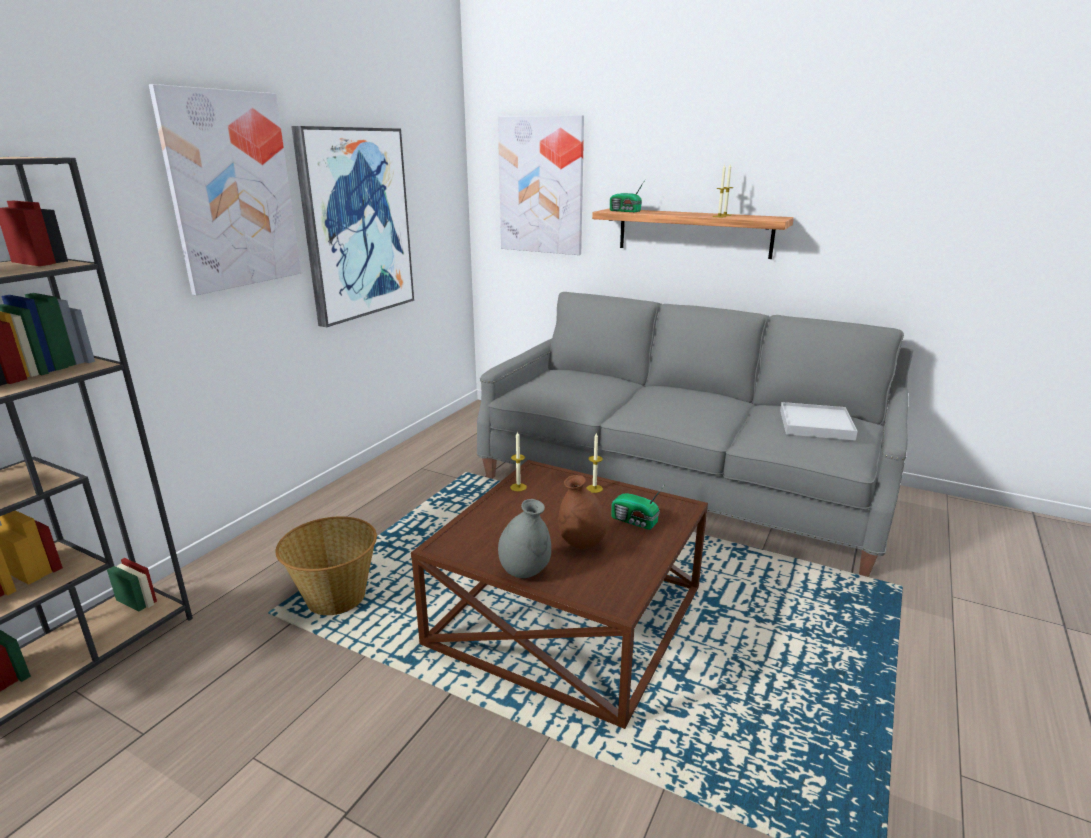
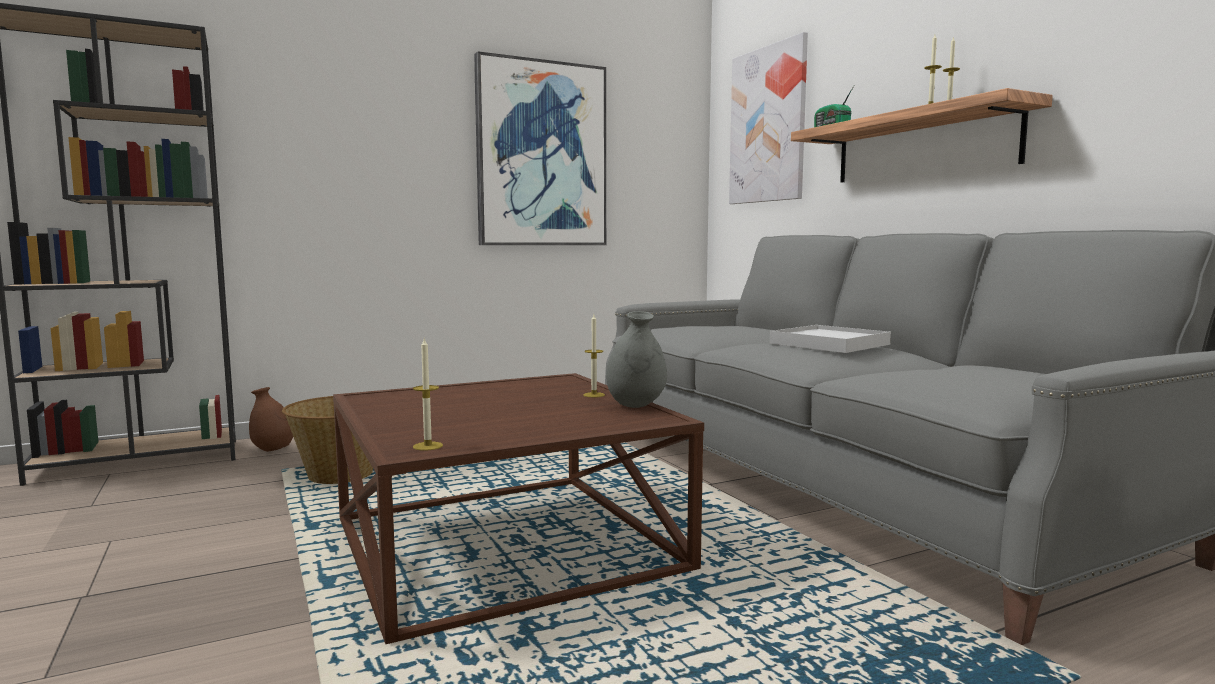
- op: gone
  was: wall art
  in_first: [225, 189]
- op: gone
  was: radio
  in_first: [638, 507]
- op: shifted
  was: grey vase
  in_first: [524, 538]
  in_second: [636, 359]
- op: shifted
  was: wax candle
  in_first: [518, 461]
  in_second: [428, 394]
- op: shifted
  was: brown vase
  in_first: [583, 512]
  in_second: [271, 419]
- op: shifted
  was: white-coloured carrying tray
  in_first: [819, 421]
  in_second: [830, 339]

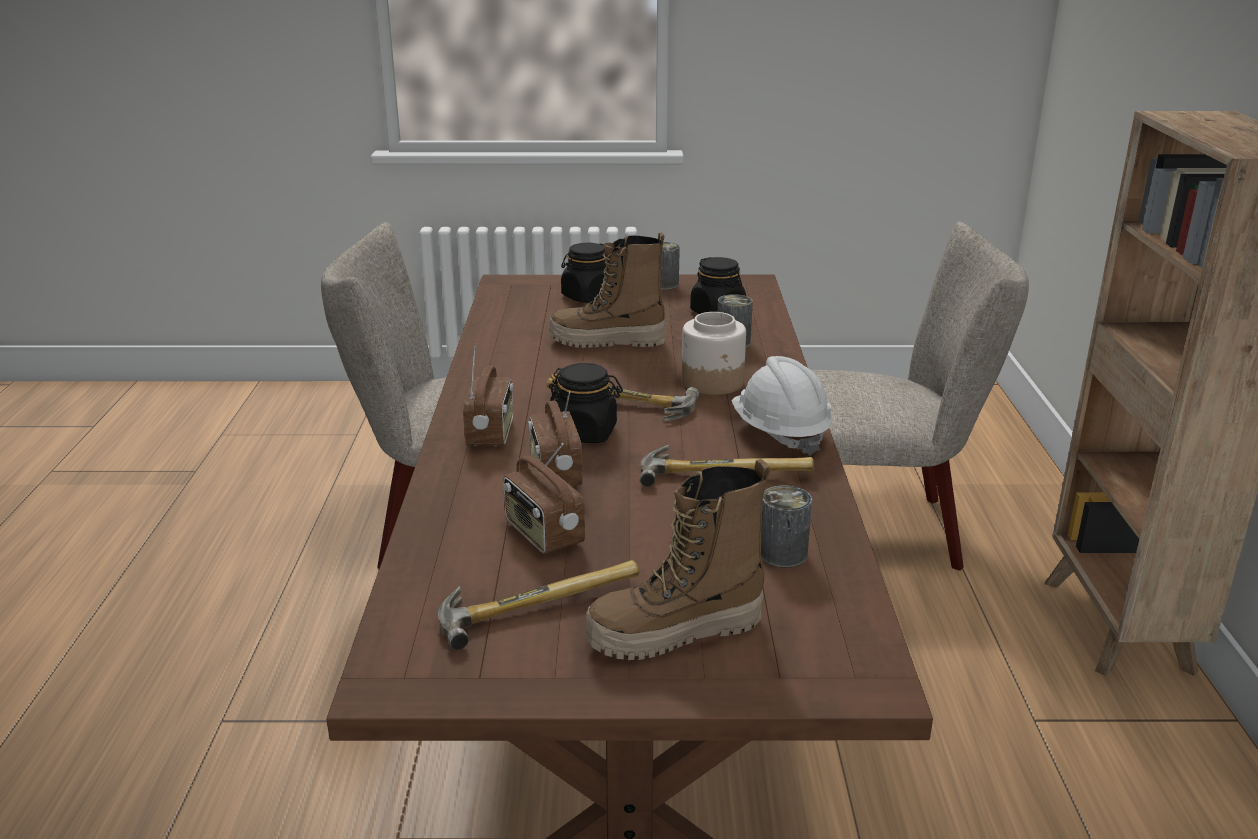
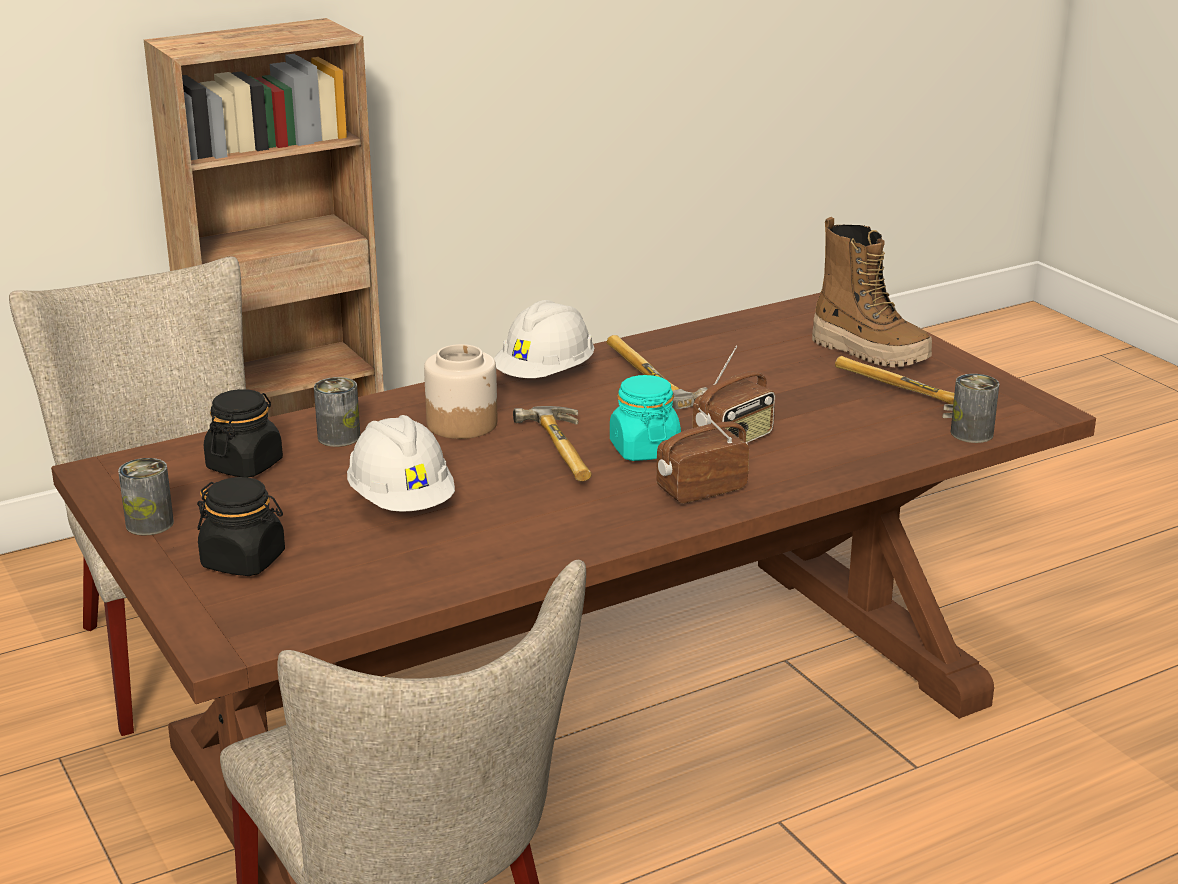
- op: gone
  was: radio
  in_first: [544, 498]
- op: shifted
  was: sealed can
  in_first: [786, 526]
  in_second: [975, 408]
- op: swapped
  was: high-top boot
  now: white-coloured safety helmet
  in_first: [607, 290]
  in_second: [401, 463]
- op: repainted
  was: black-coloured jar
  now: blue-green jar
  in_first: [586, 403]
  in_second: [645, 418]

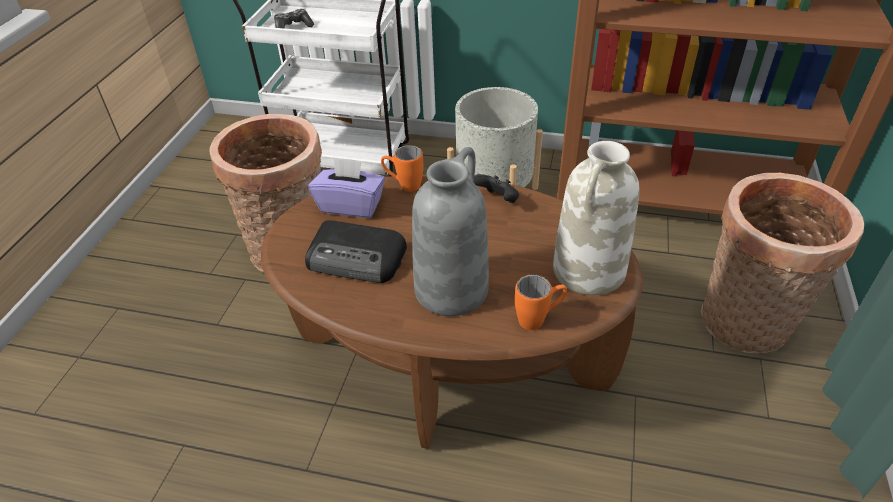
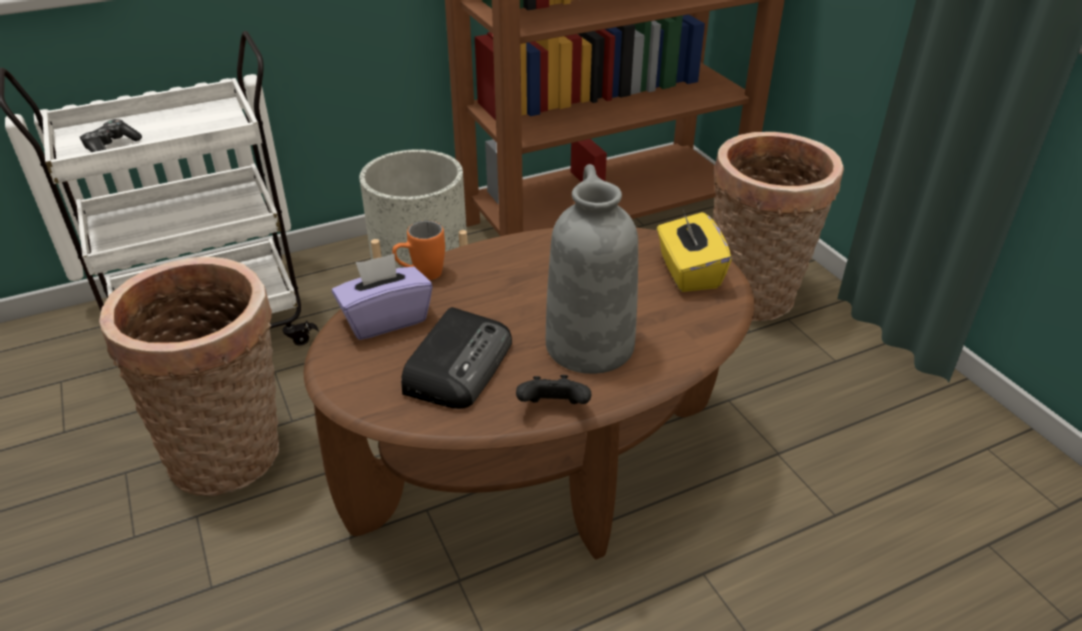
- op: gone
  was: orange-coloured mug
  in_first: [541, 302]
- op: shifted
  was: black-coloured joypad
  in_first: [496, 188]
  in_second: [553, 389]
- op: swapped
  was: white-coloured vase
  now: yellow tissue holder
  in_first: [596, 218]
  in_second: [694, 251]
- op: rotated
  was: radio
  in_first: [356, 251]
  in_second: [456, 358]
  clockwise: -45

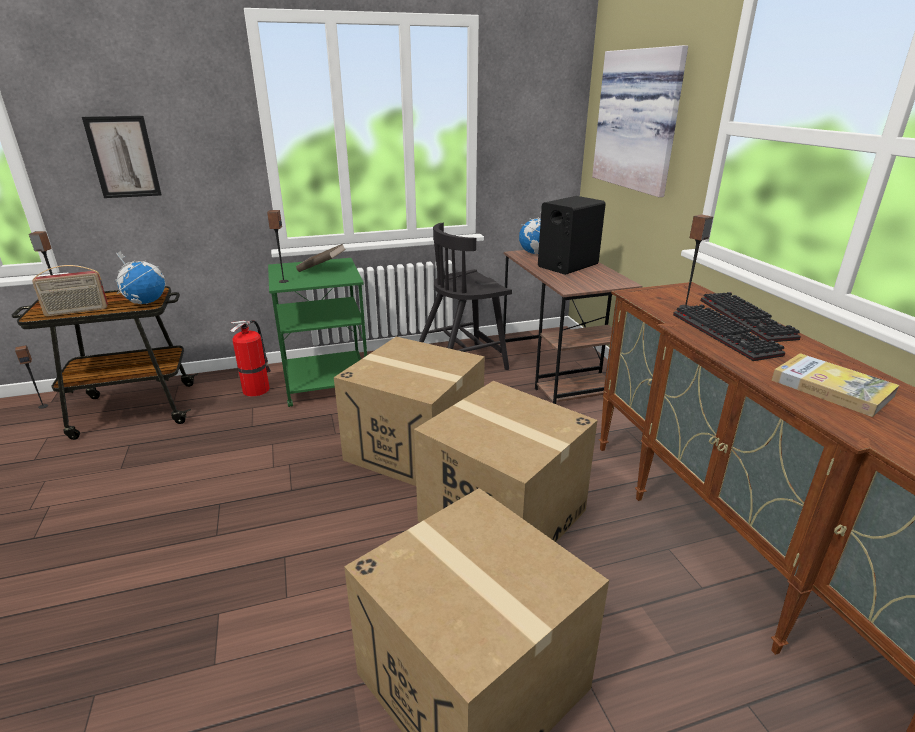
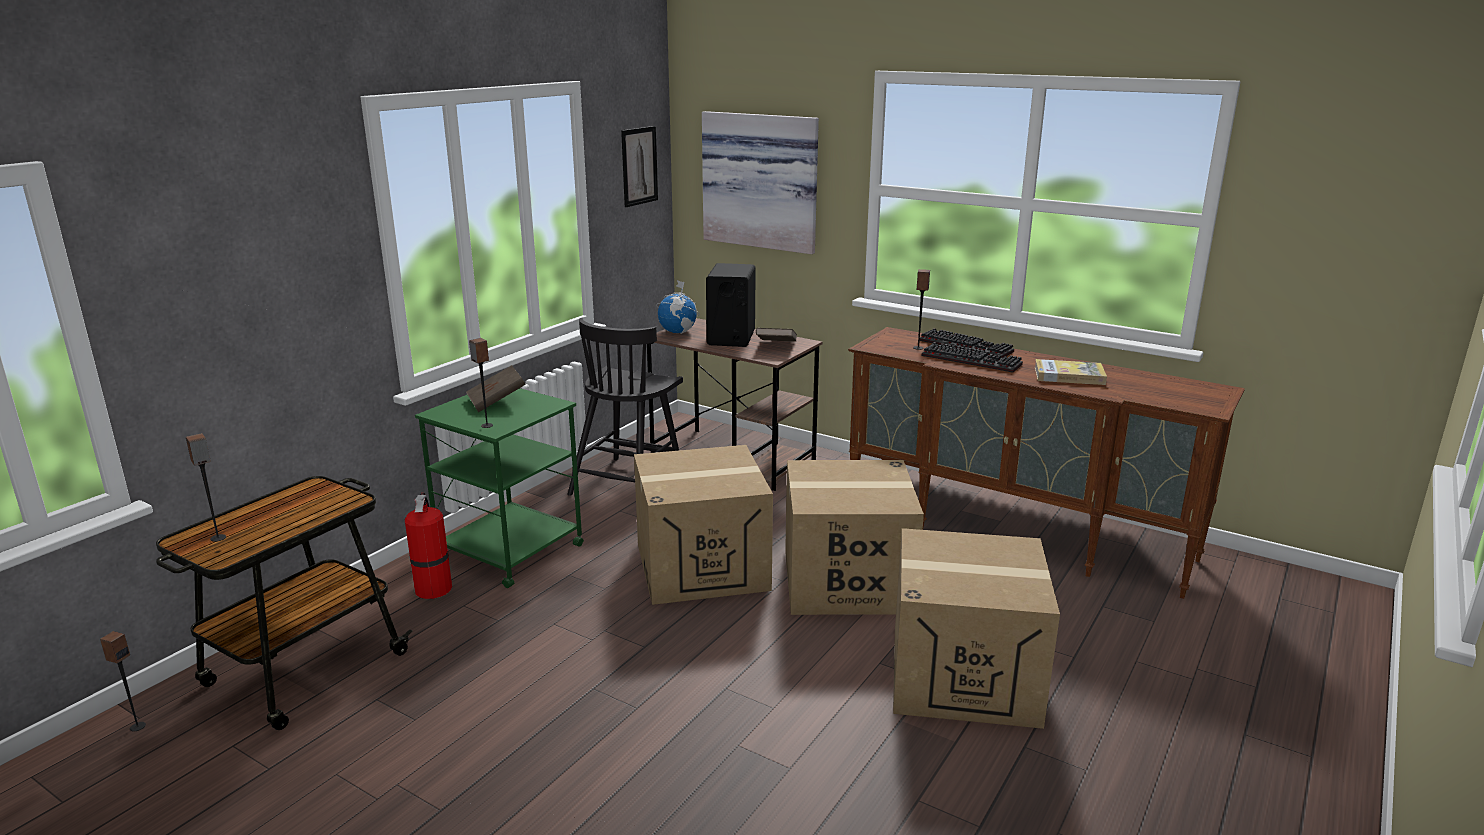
- op: gone
  was: radio
  in_first: [70, 290]
- op: gone
  was: globe
  in_first: [140, 277]
- op: new
  now: brown book
  in_second: [776, 335]
- op: shifted
  was: wall art
  in_first: [122, 157]
  in_second: [639, 166]

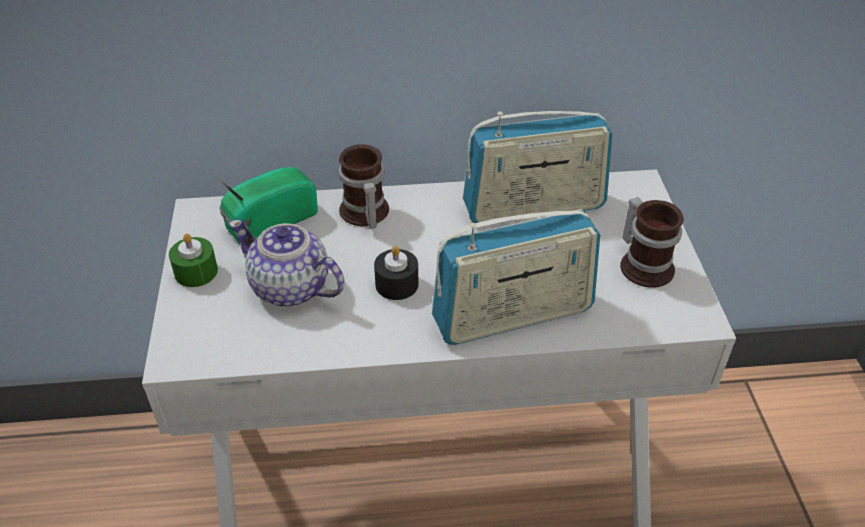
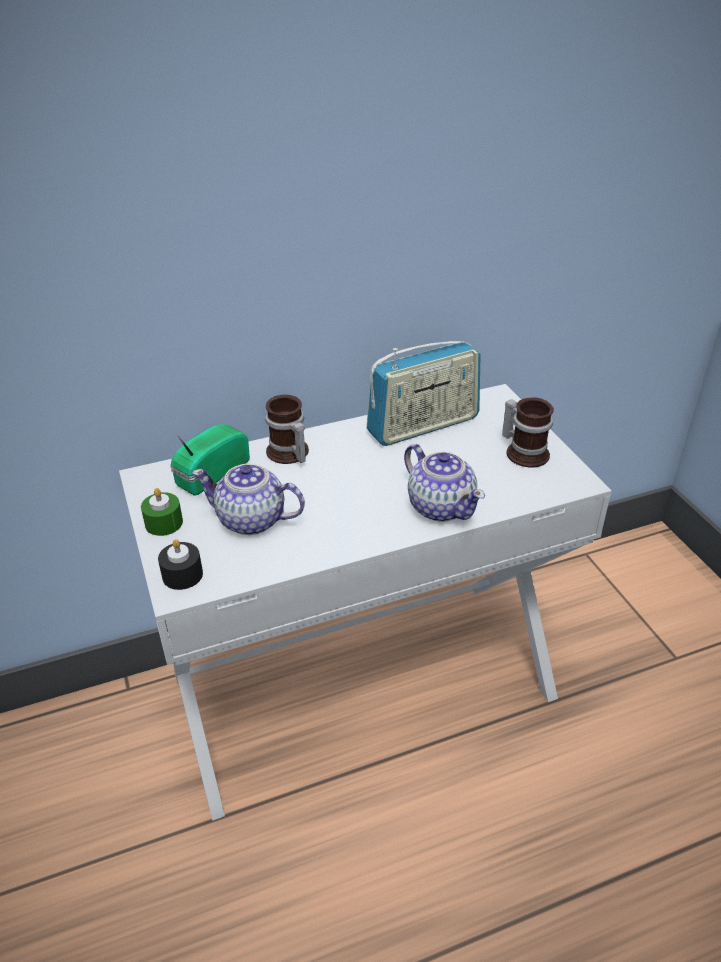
- op: shifted
  was: black-coloured wax candle
  in_first: [396, 273]
  in_second: [180, 564]
- op: swapped
  was: radio
  now: tea pot
  in_first: [516, 277]
  in_second: [444, 483]

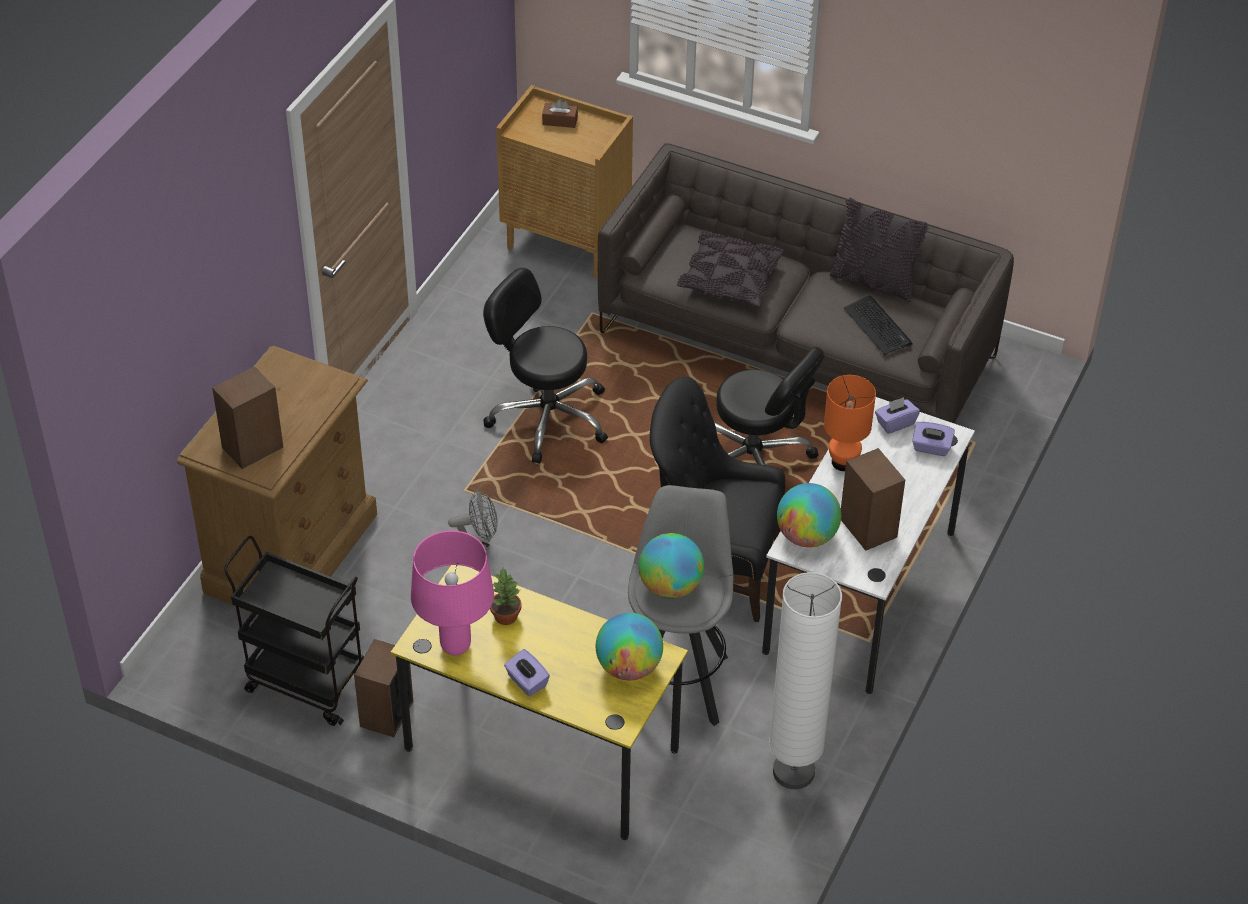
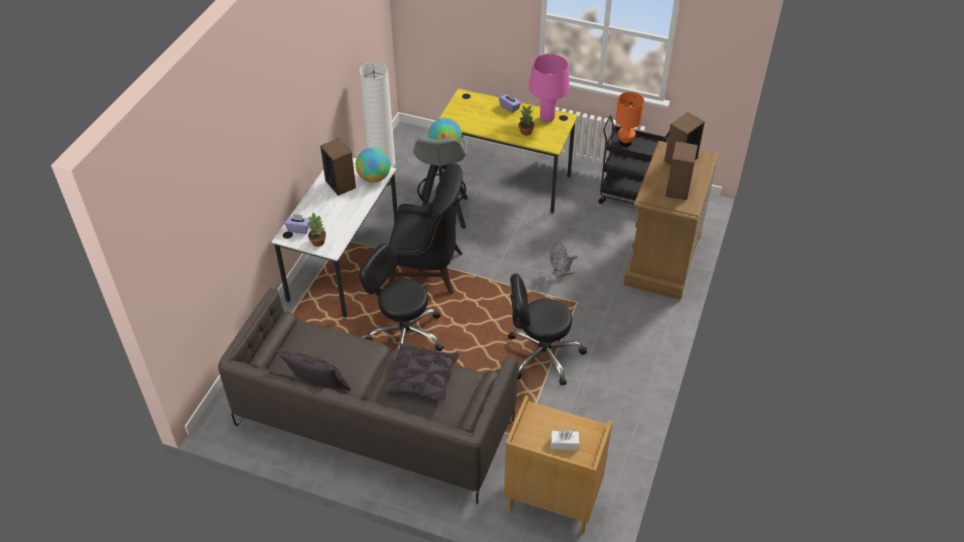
- op: gone
  was: globe
  in_first: [629, 646]
- op: gone
  was: keyboard
  in_first: [878, 325]
- op: shifted
  was: speaker
  in_first: [383, 688]
  in_second: [682, 170]
- op: shifted
  was: orange-coloured lamp for a table
  in_first: [850, 423]
  in_second: [630, 119]
- op: swapped
  was: purplish tissue holder
  now: plant in a pot
  in_first: [897, 415]
  in_second: [317, 229]
- op: repainted
  was: brown tissue holder
  now: white-coloured tissue holder
  in_first: [560, 113]
  in_second: [565, 439]
- op: rotated
  was: black-coloured computer chair
  in_first: [545, 366]
  in_second: [547, 330]
  clockwise: 150

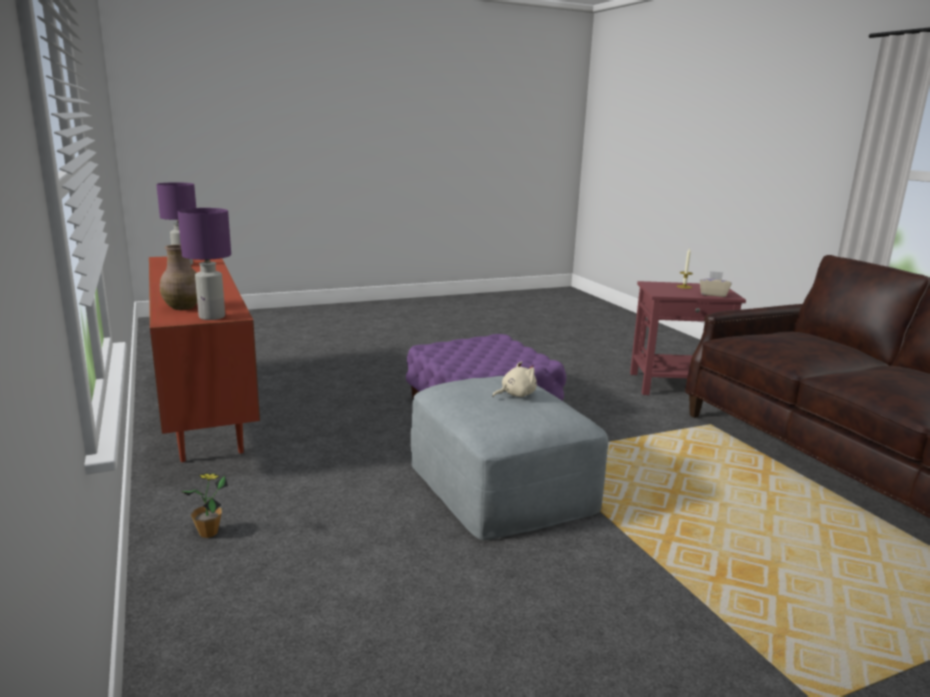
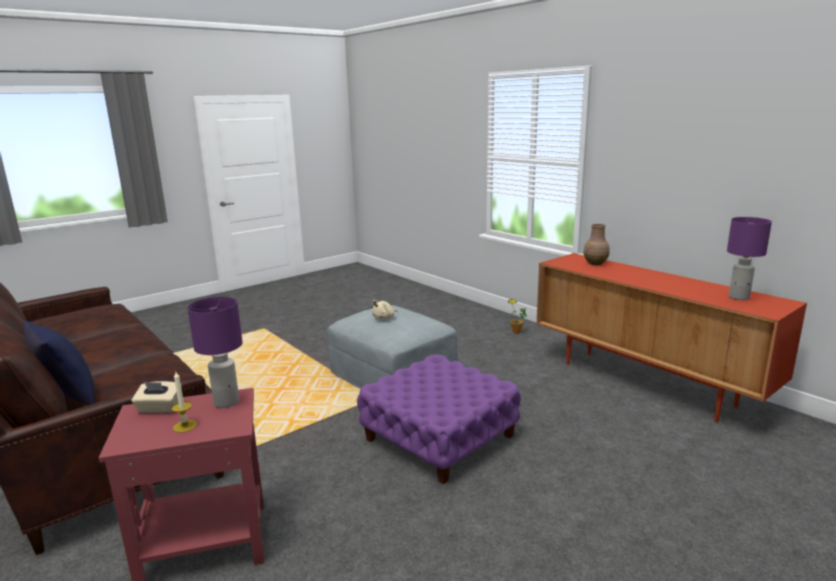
- op: new
  now: bluish pillow
  in_second: [58, 363]
- op: shifted
  was: purplish lamp for a table
  in_first: [204, 264]
  in_second: [214, 352]

